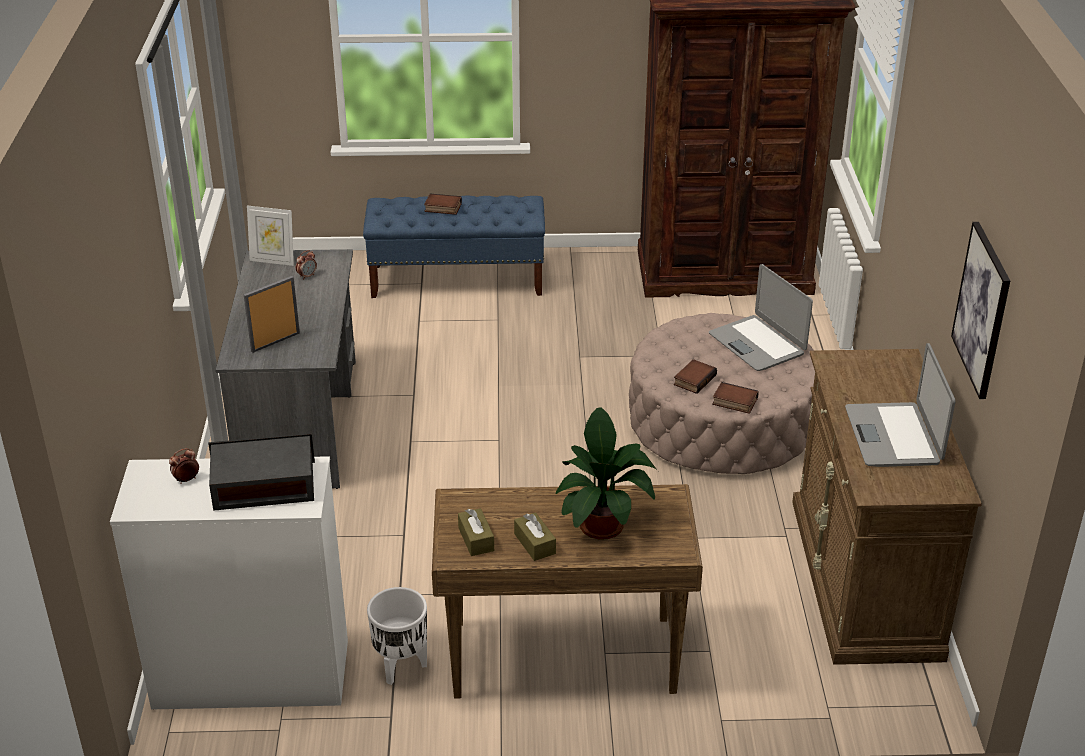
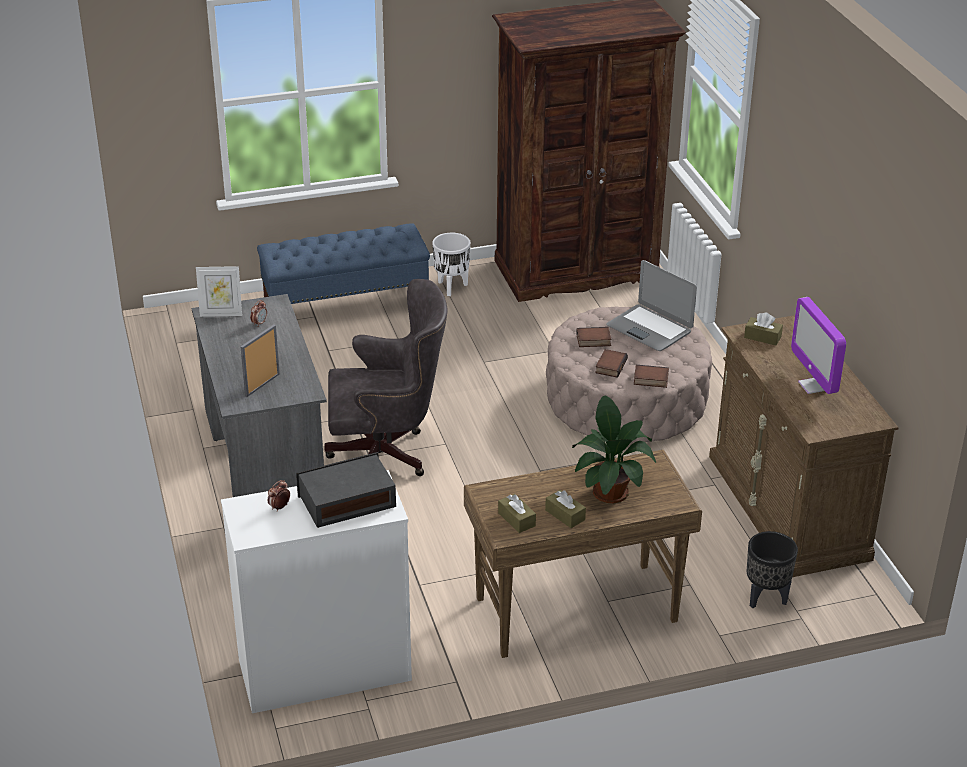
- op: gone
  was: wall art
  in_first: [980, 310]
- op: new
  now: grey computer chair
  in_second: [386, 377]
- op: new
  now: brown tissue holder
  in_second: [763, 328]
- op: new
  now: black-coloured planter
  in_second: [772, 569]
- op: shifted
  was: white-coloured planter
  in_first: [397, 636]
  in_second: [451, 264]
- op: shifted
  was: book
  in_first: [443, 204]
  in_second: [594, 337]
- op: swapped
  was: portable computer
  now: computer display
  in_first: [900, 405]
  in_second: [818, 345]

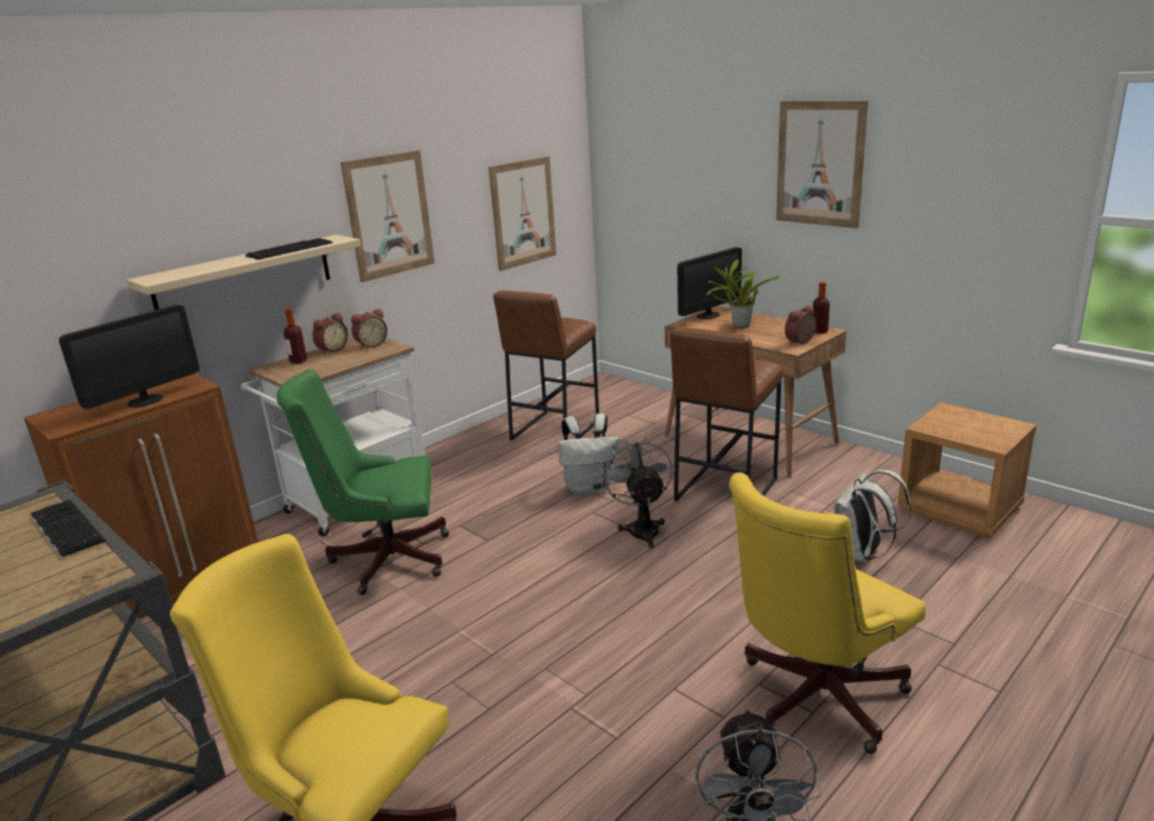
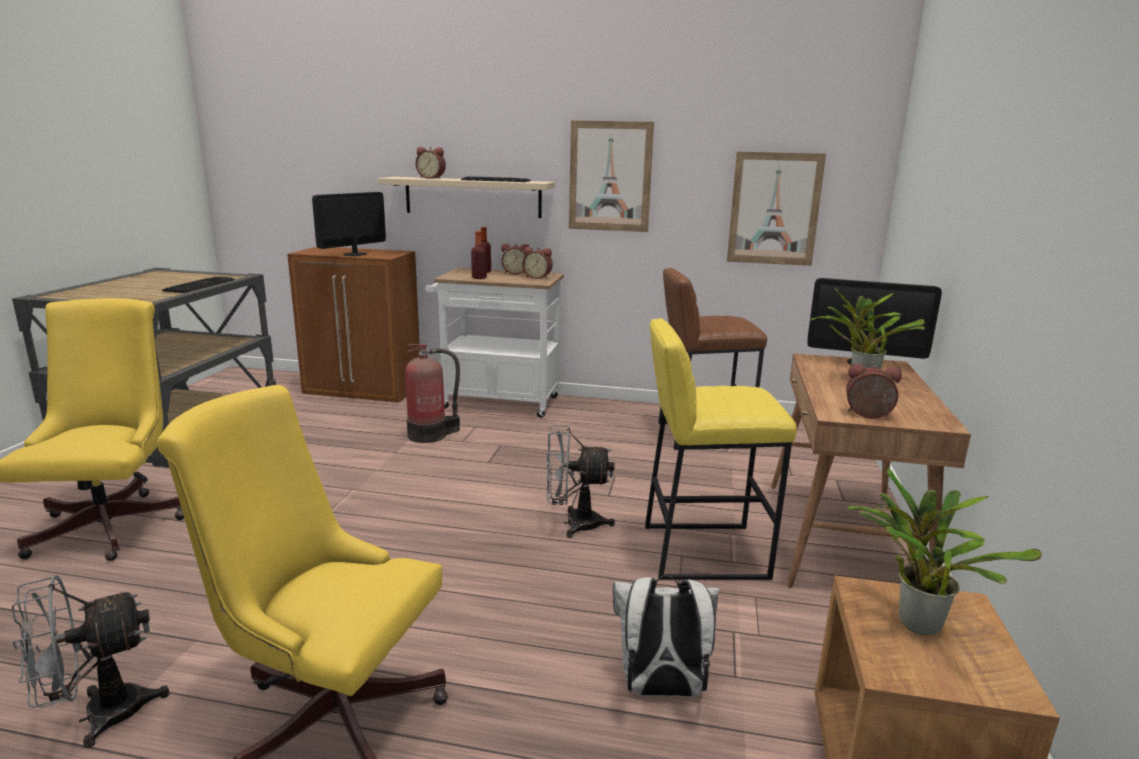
- op: gone
  was: white-coloured knapsack
  in_first: [589, 454]
- op: gone
  was: wall art
  in_first: [822, 165]
- op: new
  now: bedside clock
  in_second: [431, 163]
- op: new
  now: plant in a pot
  in_second: [944, 551]
- op: shifted
  was: drink bottle
  in_first: [821, 308]
  in_second: [479, 255]
- op: swapped
  was: greenish computer chair
  now: fire-fighting cylinder
  in_first: [363, 482]
  in_second: [432, 393]
- op: repainted
  was: brown stool seat
  now: yellow stool seat
  in_first: [726, 414]
  in_second: [721, 449]
- op: rotated
  was: computer display
  in_first: [129, 357]
  in_second: [349, 224]
  clockwise: 120
- op: rotated
  was: grey fan
  in_first: [637, 492]
  in_second: [580, 481]
  clockwise: -135

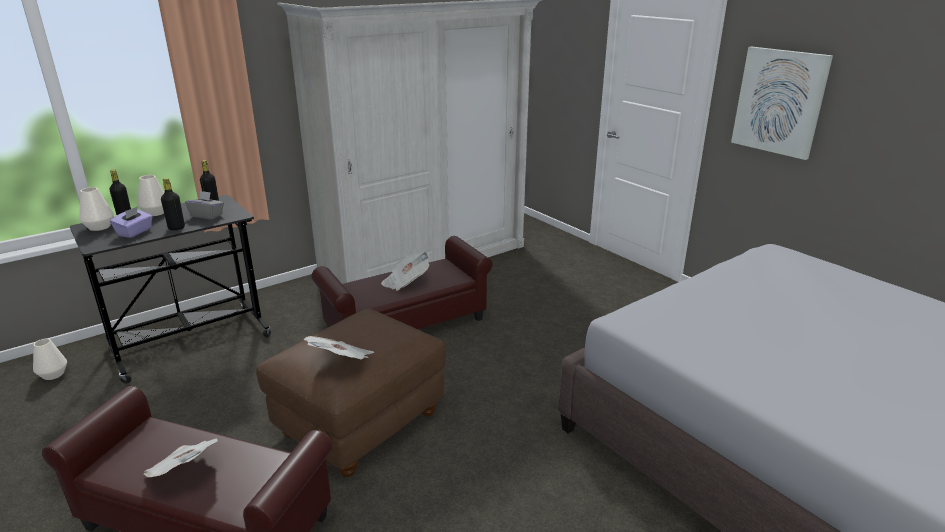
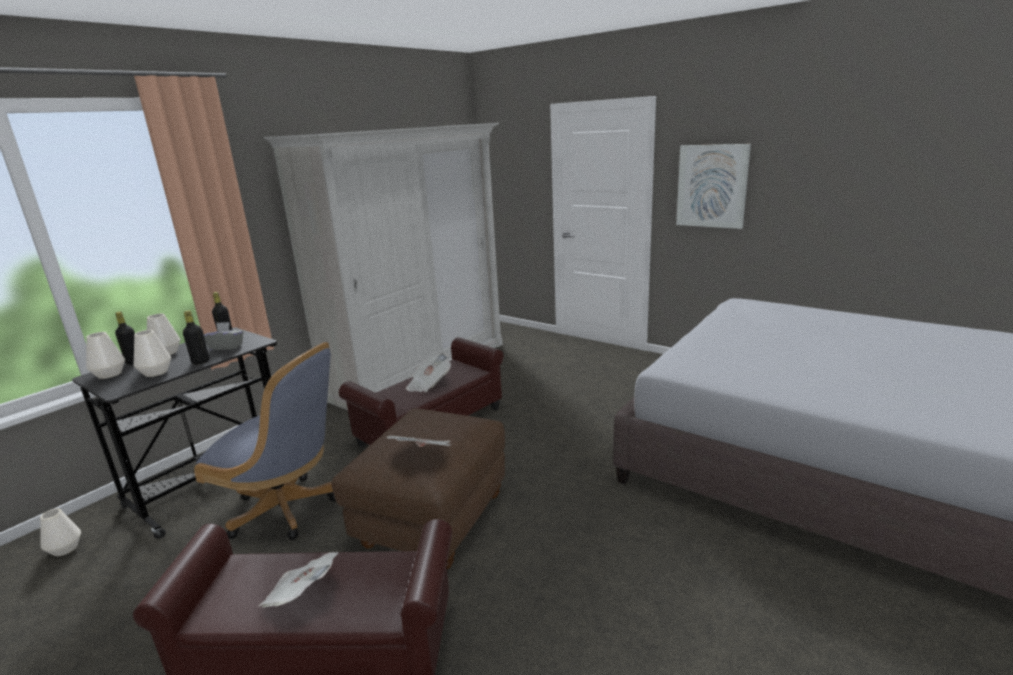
- op: new
  now: bluish computer chair
  in_second: [265, 441]
- op: swapped
  was: purplish tissue holder
  now: white-coloured vase
  in_first: [131, 222]
  in_second: [152, 353]

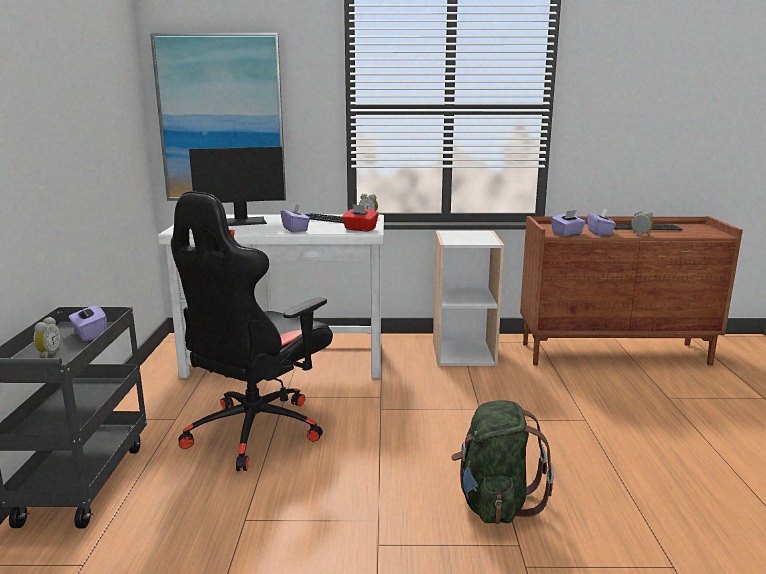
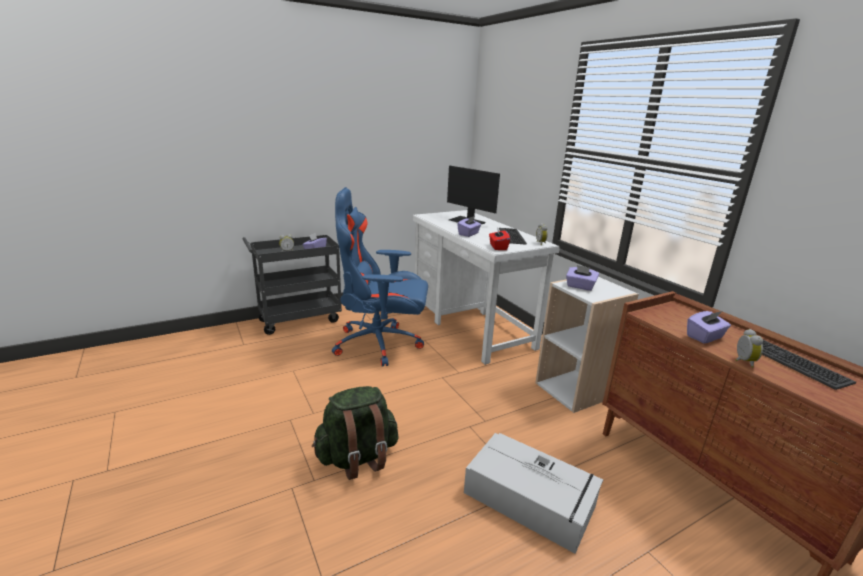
- op: gone
  was: wall art
  in_first: [218, 117]
- op: new
  now: grey storage box
  in_second: [533, 493]
- op: shifted
  was: purplish tissue holder
  in_first: [568, 223]
  in_second: [582, 278]
- op: repainted
  was: black-coloured computer chair
  now: bluish computer chair
  in_first: [252, 331]
  in_second: [380, 276]

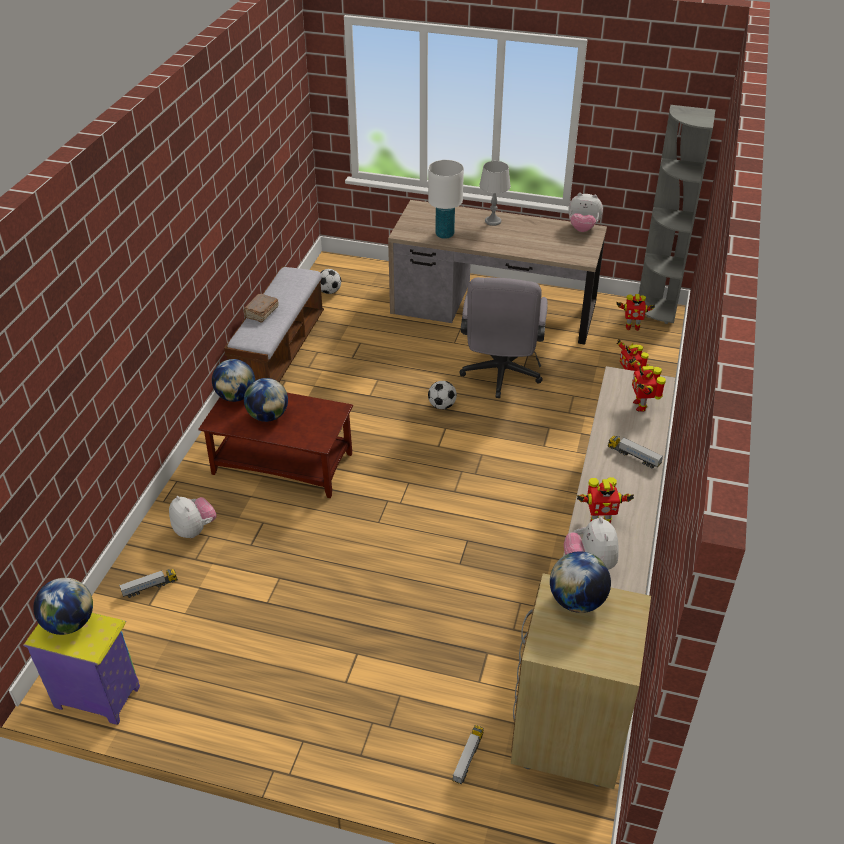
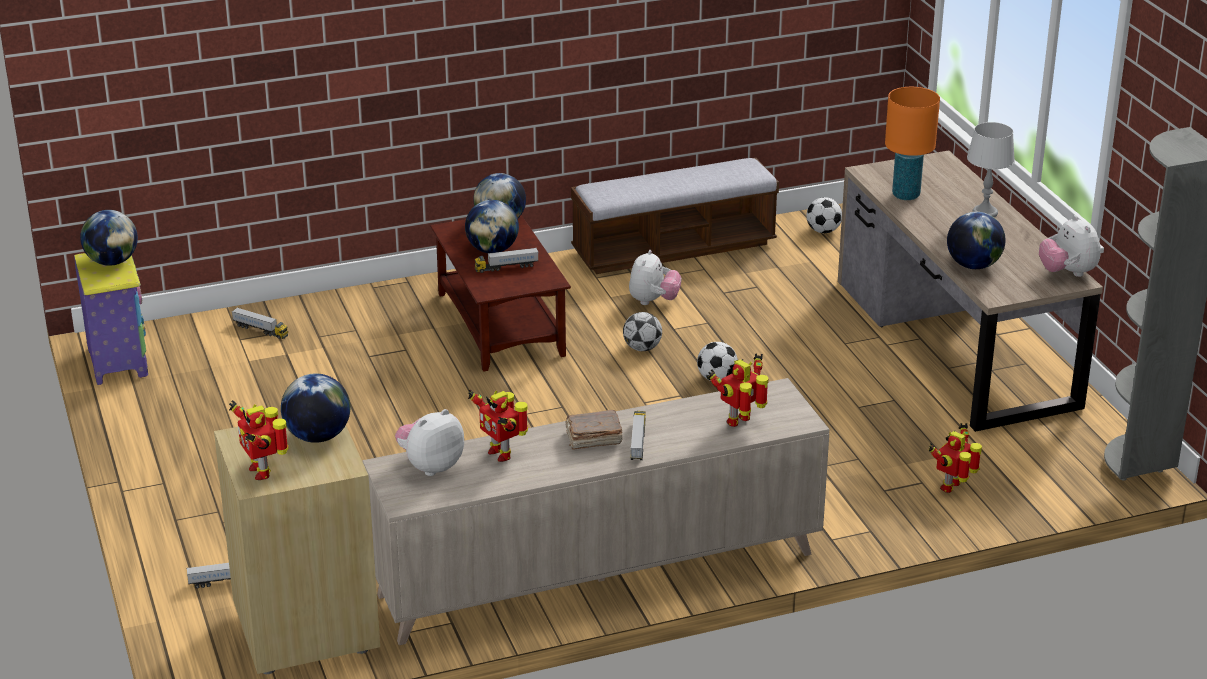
- op: gone
  was: grey computer chair
  in_first: [503, 337]
- op: new
  now: toy truck
  in_second: [507, 260]
- op: new
  now: football ball
  in_second: [642, 331]
- op: new
  now: globe
  in_second: [976, 240]
- op: shifted
  was: soft toy
  in_first: [193, 517]
  in_second: [655, 277]
- op: shifted
  was: brown book
  in_first: [261, 308]
  in_second: [594, 430]
- op: shifted
  was: model robot
  in_first: [635, 312]
  in_second: [259, 440]
- op: repainted
  was: white-coloured lamp for a table
  now: orange-coloured lamp for a table
  in_first: [446, 199]
  in_second: [912, 143]

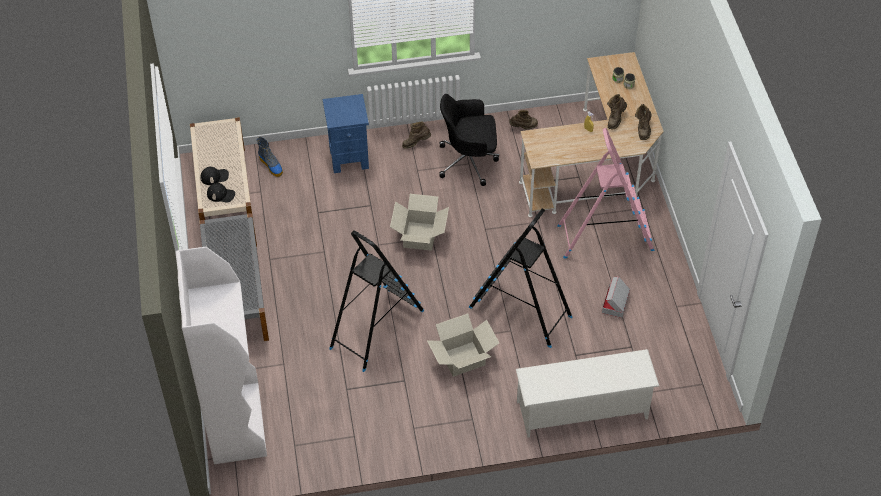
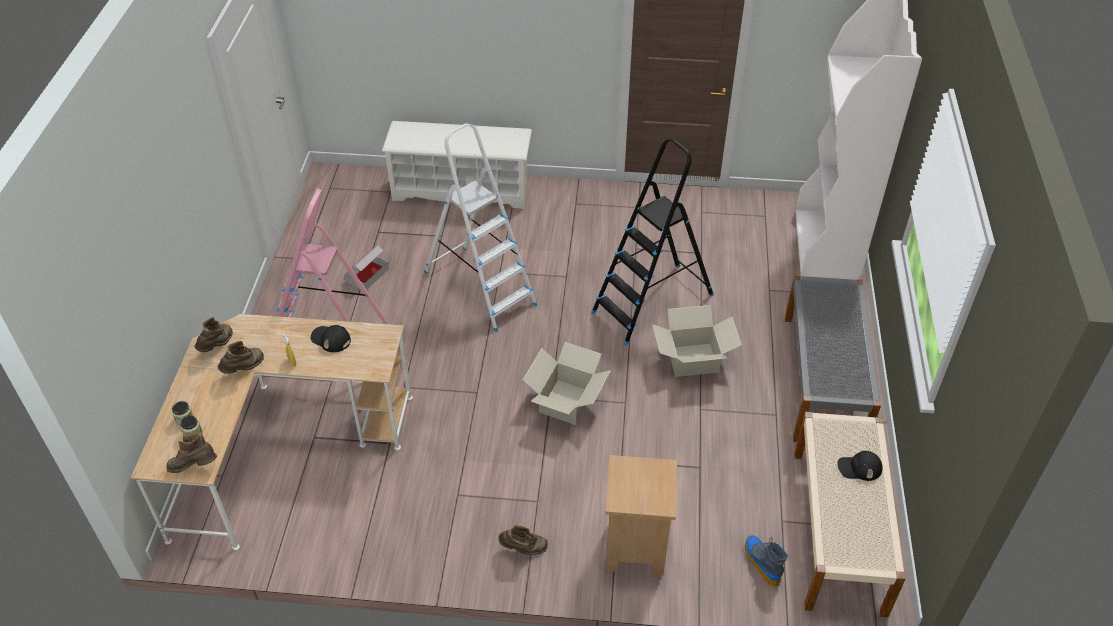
- op: gone
  was: black-coloured computer chair
  in_first: [469, 140]
- op: shifted
  was: black-coloured baseball cap
  in_first: [221, 193]
  in_second: [331, 338]
- op: shifted
  was: packing box
  in_first: [463, 345]
  in_second: [697, 341]
- op: shifted
  was: brown high-top boot
  in_first: [523, 119]
  in_second: [191, 452]
- op: repainted
  was: bluish nightstand
  now: beige-coloured nightstand
  in_first: [346, 133]
  in_second: [641, 515]
- op: repainted
  was: black-coloured stepladder
  now: white-coloured stepladder
  in_first: [521, 278]
  in_second: [480, 228]

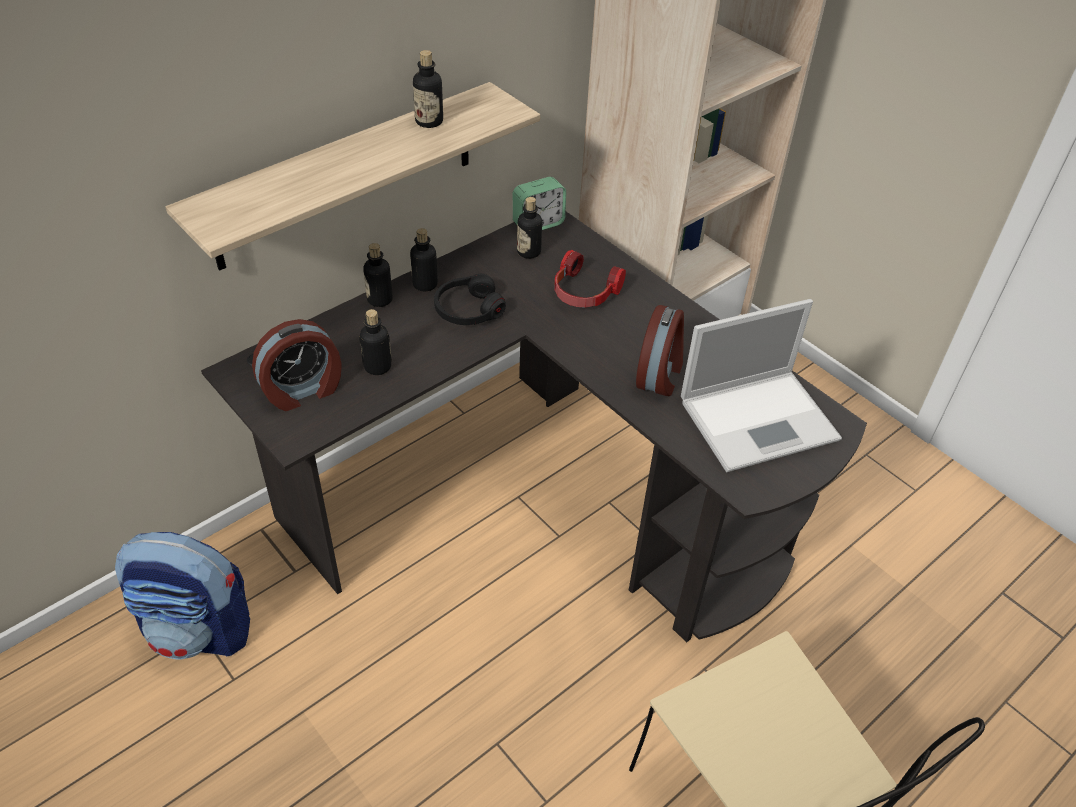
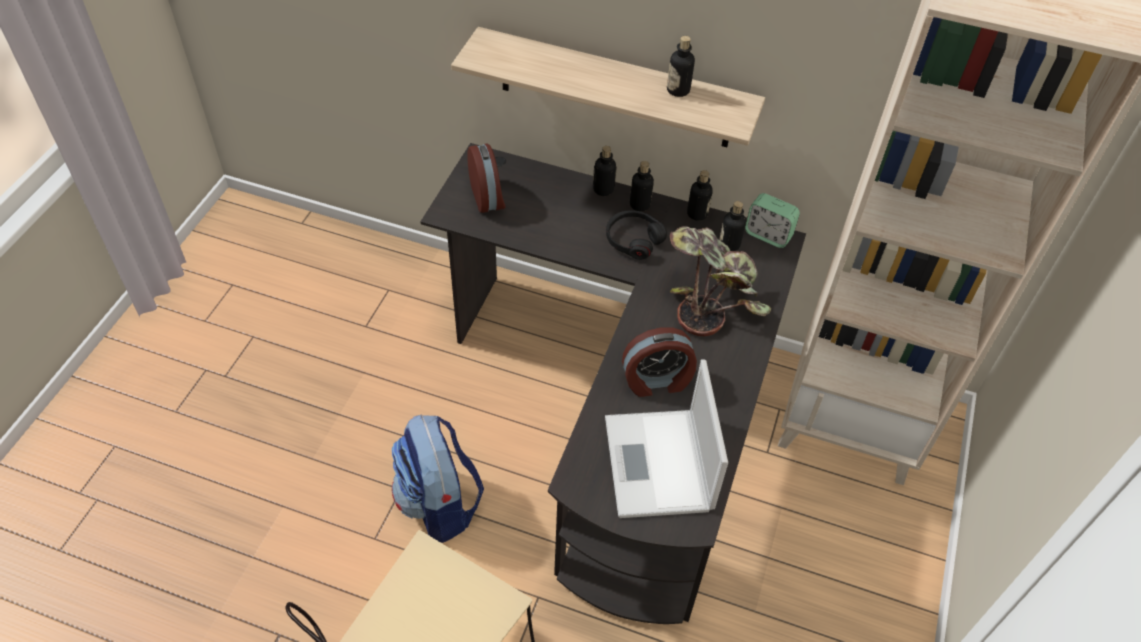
- op: shifted
  was: knapsack
  in_first: [182, 596]
  in_second: [438, 478]
- op: shifted
  was: drink bottle
  in_first: [375, 342]
  in_second: [700, 195]
- op: swapped
  was: headphones
  now: plant in a pot
  in_first: [590, 279]
  in_second: [720, 281]
- op: rotated
  was: bedside clock
  in_first: [297, 365]
  in_second: [486, 178]
  clockwise: -135
- op: rotated
  was: portable computer
  in_first: [761, 385]
  in_second: [666, 438]
  clockwise: 45

